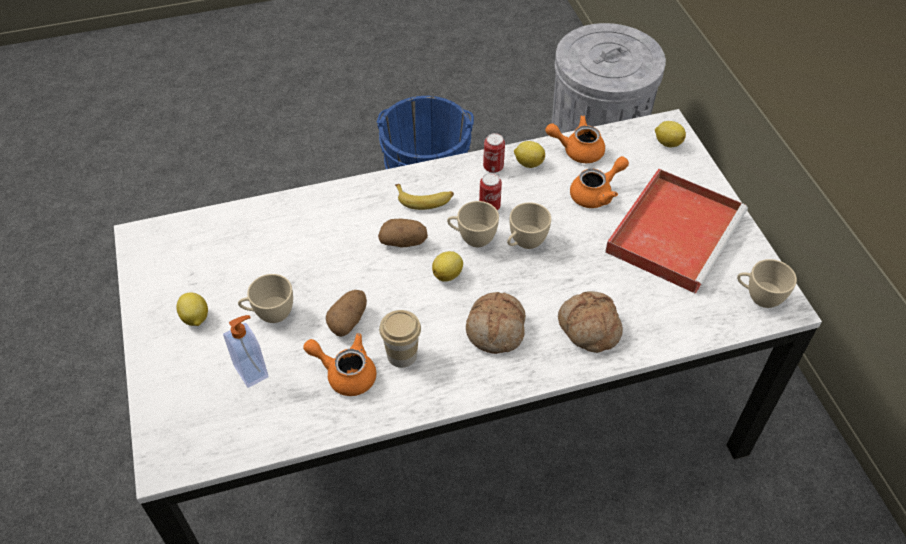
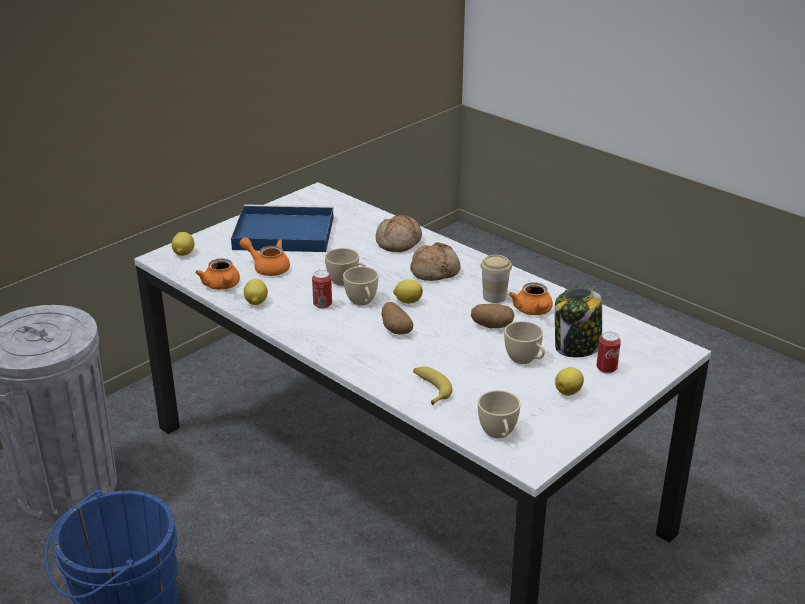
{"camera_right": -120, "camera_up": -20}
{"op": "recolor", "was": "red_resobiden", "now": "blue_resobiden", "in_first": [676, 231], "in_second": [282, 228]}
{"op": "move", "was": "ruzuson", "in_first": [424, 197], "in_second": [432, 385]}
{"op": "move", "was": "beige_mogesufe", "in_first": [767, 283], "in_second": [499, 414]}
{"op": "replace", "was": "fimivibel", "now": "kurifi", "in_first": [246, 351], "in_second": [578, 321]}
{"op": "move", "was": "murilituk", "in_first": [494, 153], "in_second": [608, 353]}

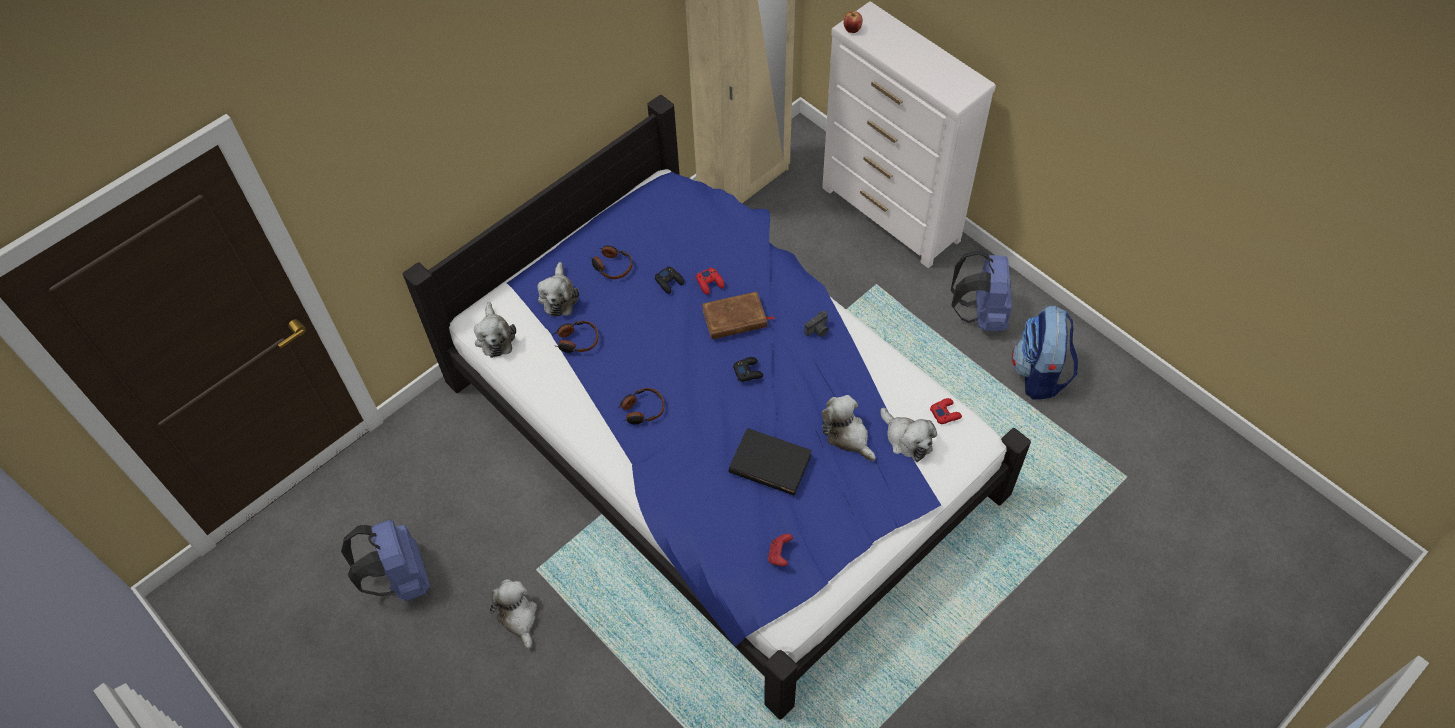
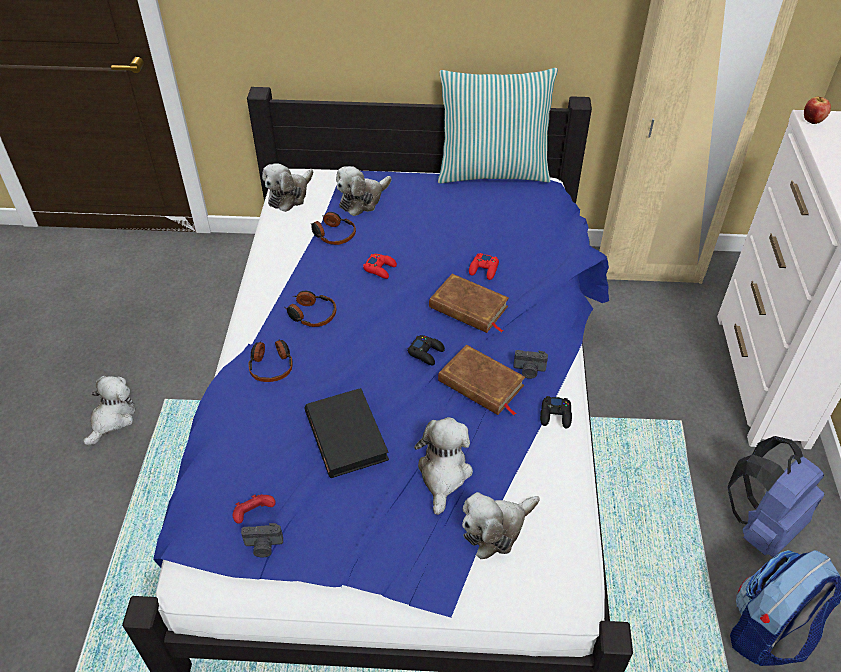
{"camera_right": 45, "camera_up": -10}
{"op": "insert", "now": "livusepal", "in_second": [262, 540]}
{"op": "move", "was": "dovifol", "in_first": [611, 262], "in_second": [271, 361]}
{"op": "move", "was": "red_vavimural", "in_first": [946, 411], "in_second": [380, 266]}
{"op": "insert", "now": "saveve", "in_second": [498, 126]}
{"op": "insert", "now": "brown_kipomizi", "in_second": [481, 380]}
{"op": "rotate", "was": "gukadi", "in_first": [908, 435], "in_second": [501, 525], "clockwise": 45}
{"op": "move", "was": "black_vavimural", "in_first": [669, 280], "in_second": [556, 412]}
{"op": "delete", "was": "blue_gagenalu", "in_first": [385, 561]}

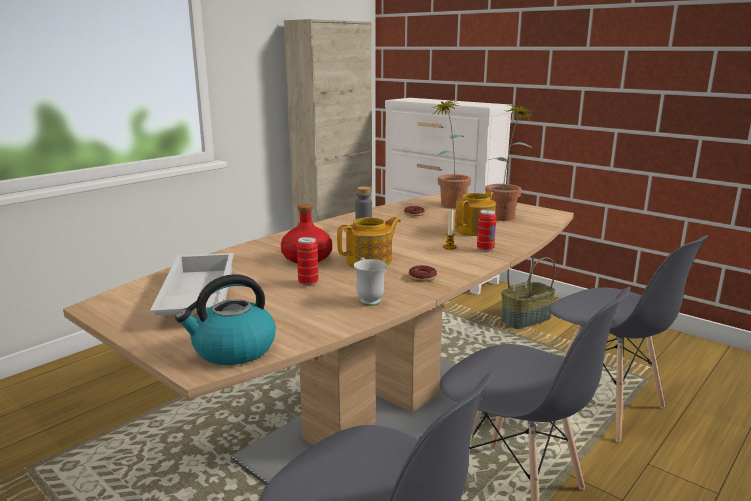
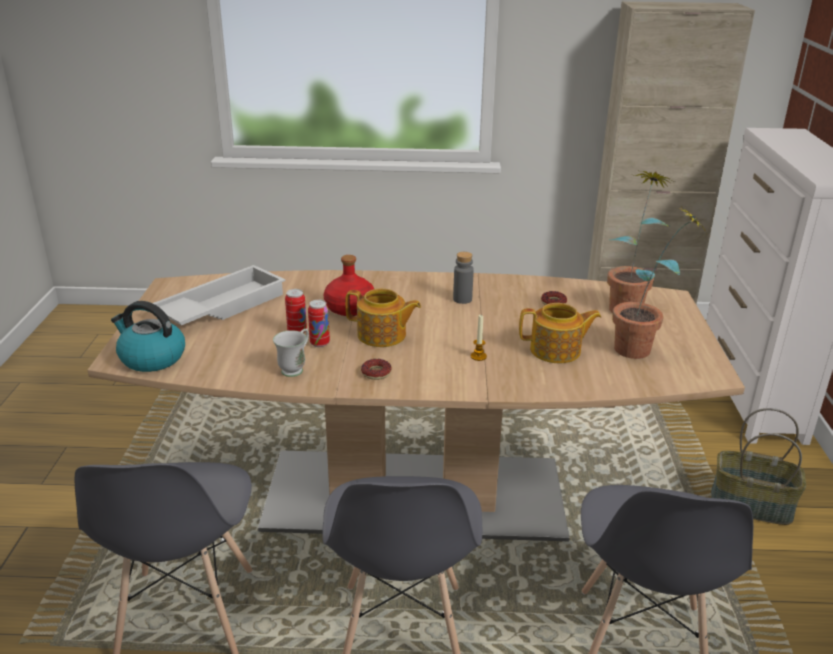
{"camera_right": 50, "camera_up": 10}
{"op": "move", "was": "murilituk", "in_first": [486, 231], "in_second": [319, 323]}

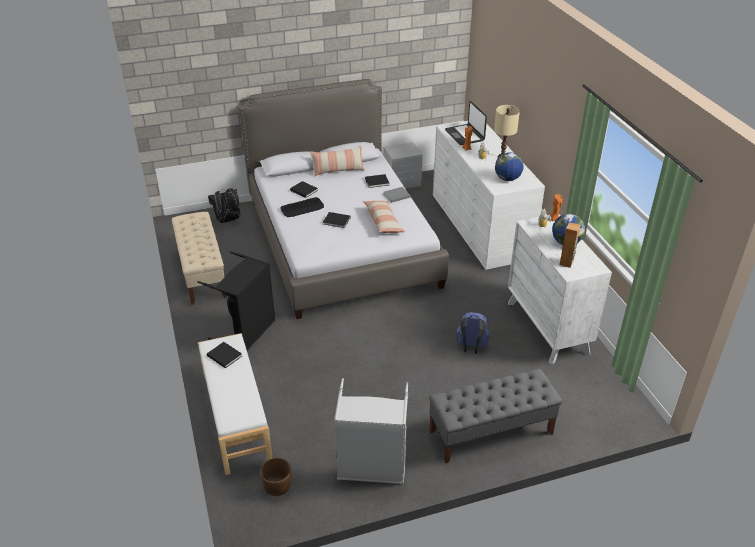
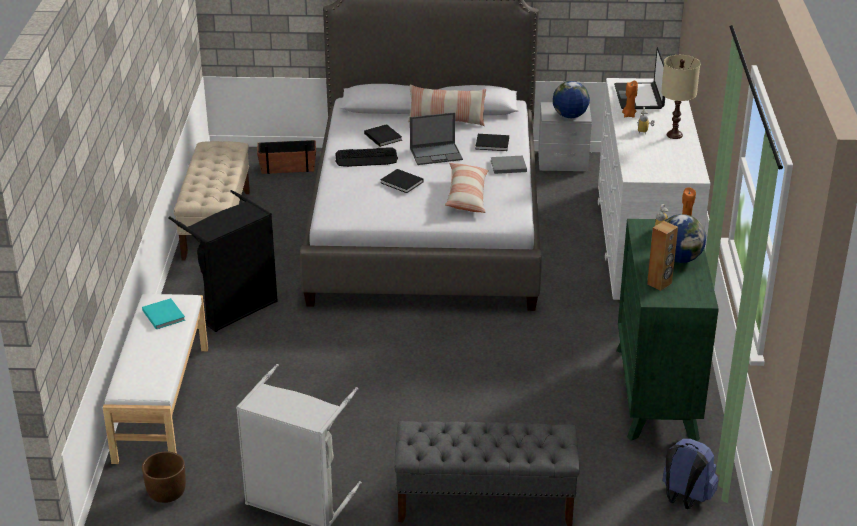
{"camera_right": 20, "camera_up": -5}
{"op": "recolor", "was": "black_kipomizi", "now": "turquoise_kipomizi", "in_first": [224, 355], "in_second": [163, 313]}
{"op": "replace", "was": "black_gagenalu", "now": "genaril", "in_first": [224, 205], "in_second": [286, 157]}
{"op": "insert", "now": "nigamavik", "in_second": [436, 138]}
{"op": "move", "was": "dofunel", "in_first": [509, 166], "in_second": [571, 99]}
{"op": "recolor", "was": "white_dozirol", "now": "green_dozirol", "in_first": [560, 289], "in_second": [667, 330]}
{"op": "move", "was": "blue_gagenalu", "in_first": [473, 333], "in_second": [690, 473]}

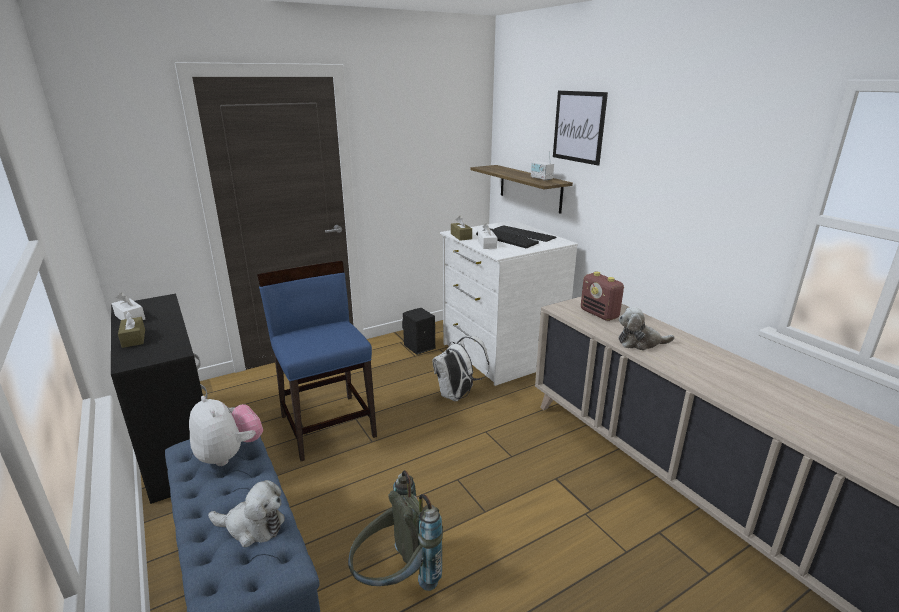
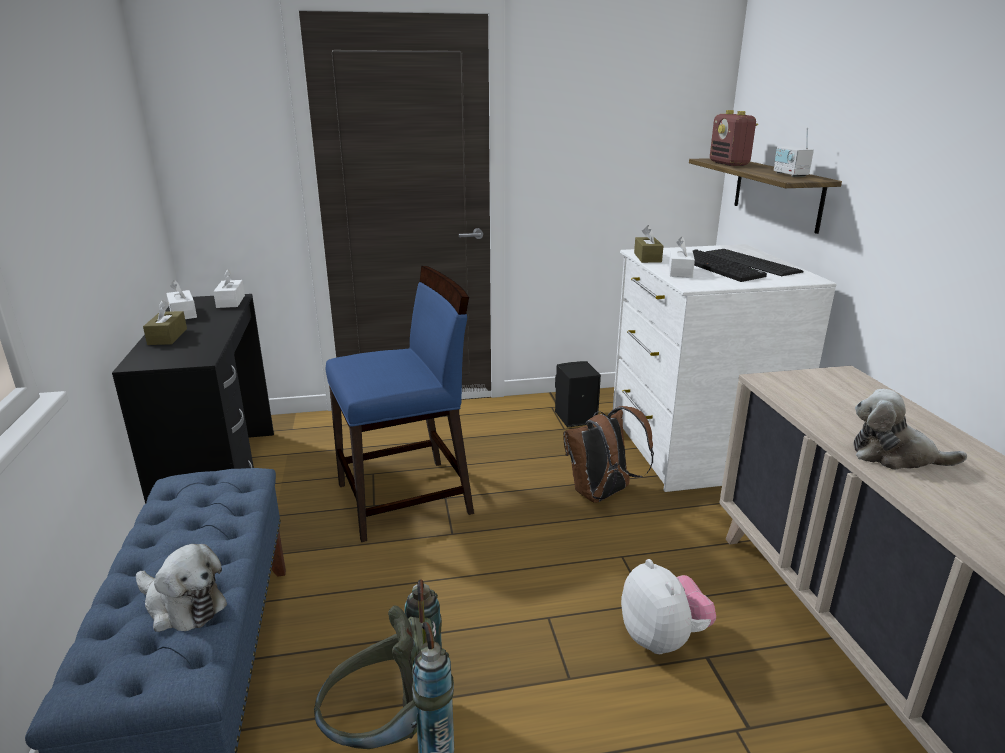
{"camera_right": 20, "camera_up": 0}
{"op": "insert", "now": "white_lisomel", "in_second": [229, 288]}
{"op": "rotate", "was": "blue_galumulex", "in_first": [317, 361], "in_second": [400, 404], "clockwise": 75}
{"op": "recolor", "was": "white_gagenalu", "now": "brown_gagenalu", "in_first": [460, 368], "in_second": [608, 454]}
{"op": "move", "was": "gukadi", "in_first": [226, 431], "in_second": [668, 606]}
{"op": "move", "was": "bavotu", "in_first": [602, 296], "in_second": [734, 138]}
{"op": "delete", "was": "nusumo", "in_first": [580, 128]}

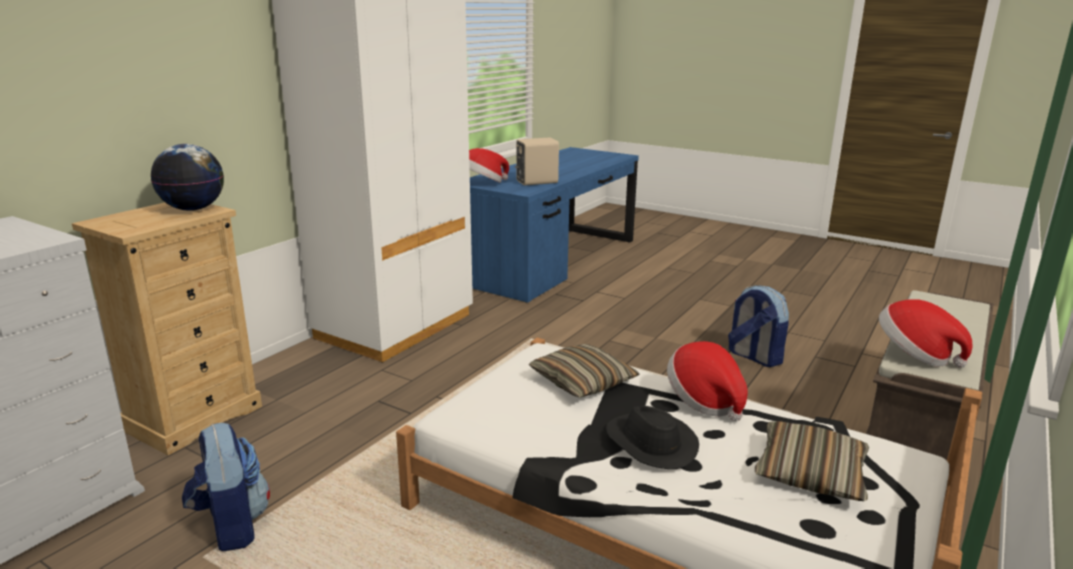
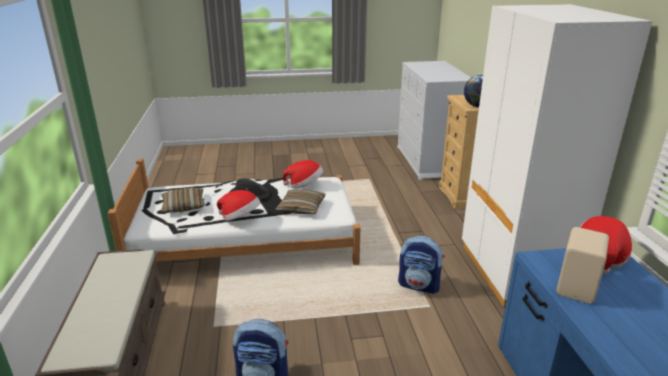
{"camera_right": 140, "camera_up": 5}
{"op": "move", "was": "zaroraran", "in_first": [925, 333], "in_second": [302, 174]}
{"op": "move", "was": "gagenalu", "in_first": [226, 487], "in_second": [421, 265]}

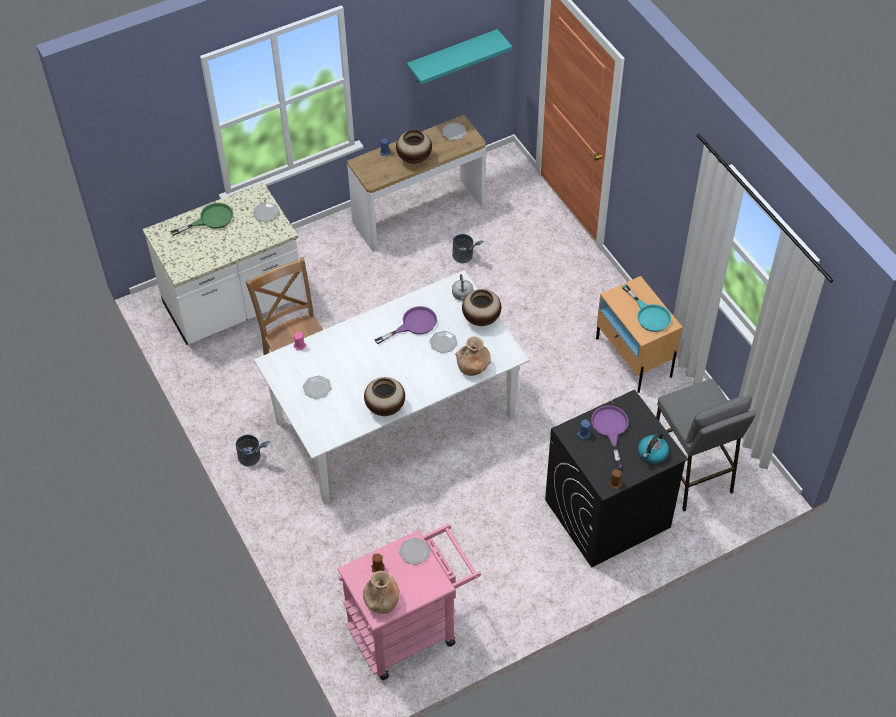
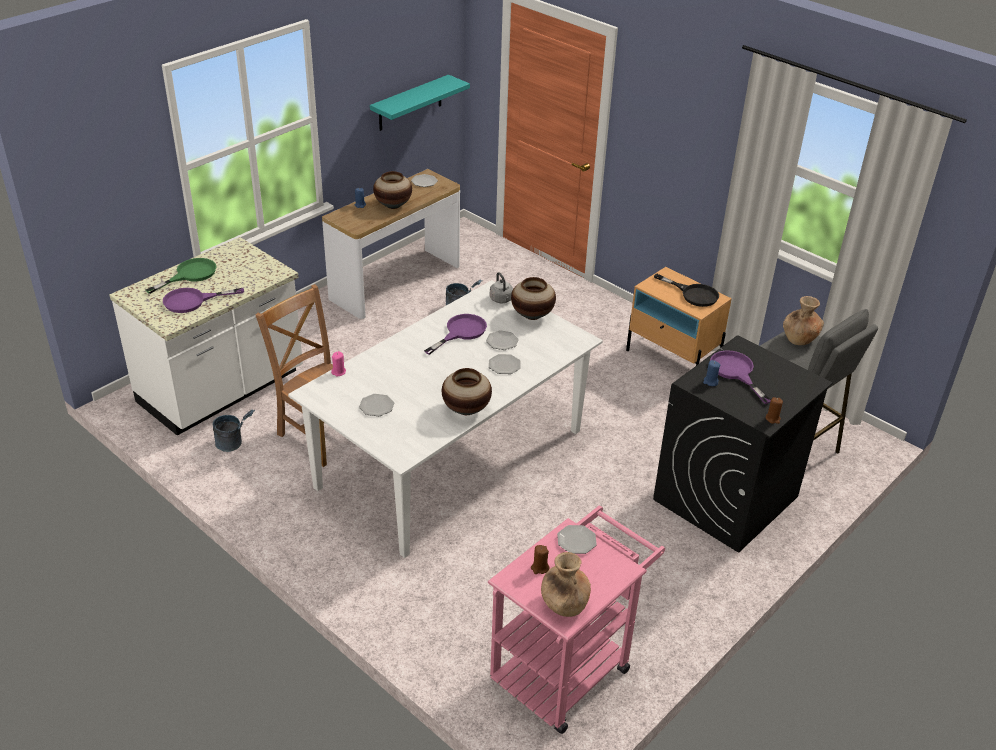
{"camera_right": -20, "camera_up": -15}
{"op": "insert", "now": "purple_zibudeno", "in_second": [203, 300]}
{"op": "move", "was": "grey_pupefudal", "in_first": [253, 451], "in_second": [233, 431]}
{"op": "move", "was": "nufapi", "in_first": [266, 212], "in_second": [505, 364]}
{"op": "recolor", "was": "turquoise_zibudeno", "now": "black_zibudeno", "in_first": [646, 308], "in_second": [686, 290]}
{"op": "move", "was": "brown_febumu", "in_first": [473, 356], "in_second": [803, 320]}
{"op": "delete", "was": "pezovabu", "in_first": [653, 447]}

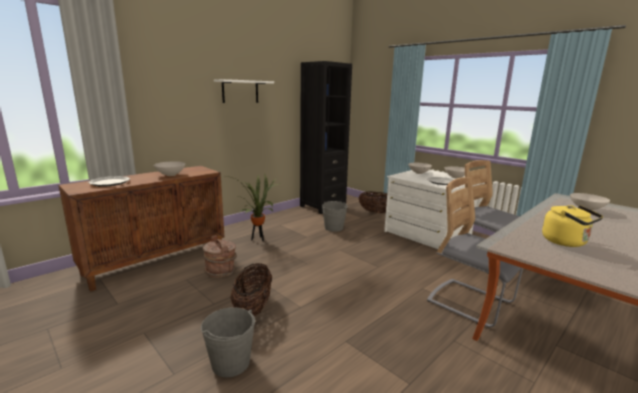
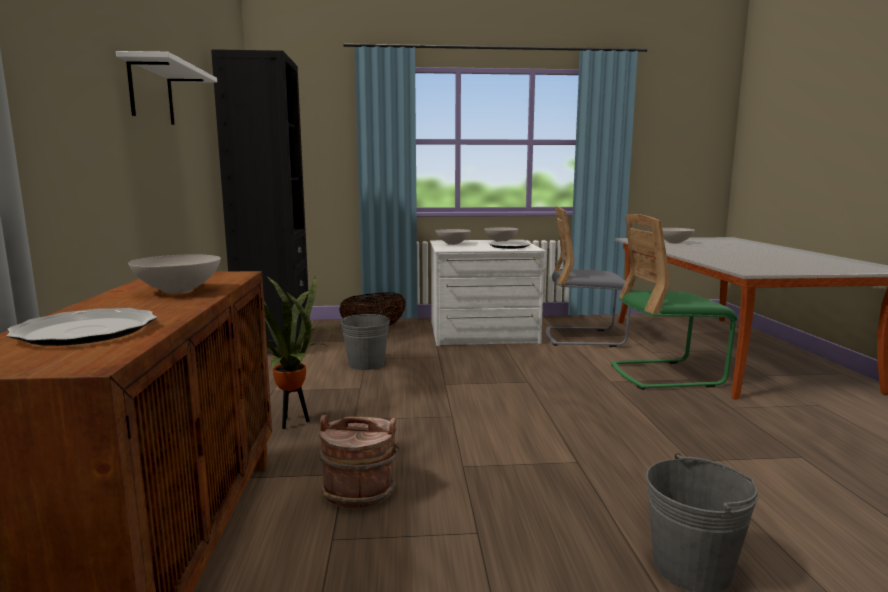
{"camera_right": -50, "camera_up": -5}
{"op": "recolor", "was": "grey_galumulex", "now": "green_galumulex", "in_first": [475, 252], "in_second": [674, 302]}
{"op": "delete", "was": "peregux", "in_first": [251, 290]}
{"op": "delete", "was": "yellow_pezovabu", "in_first": [572, 226]}

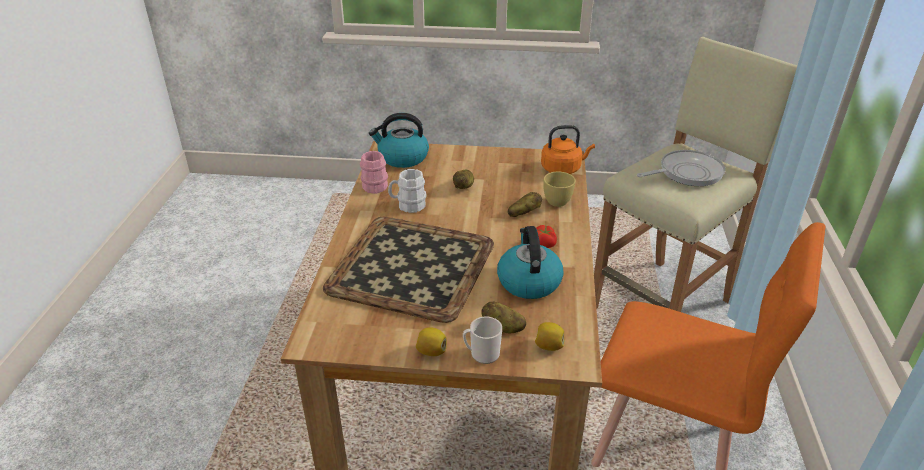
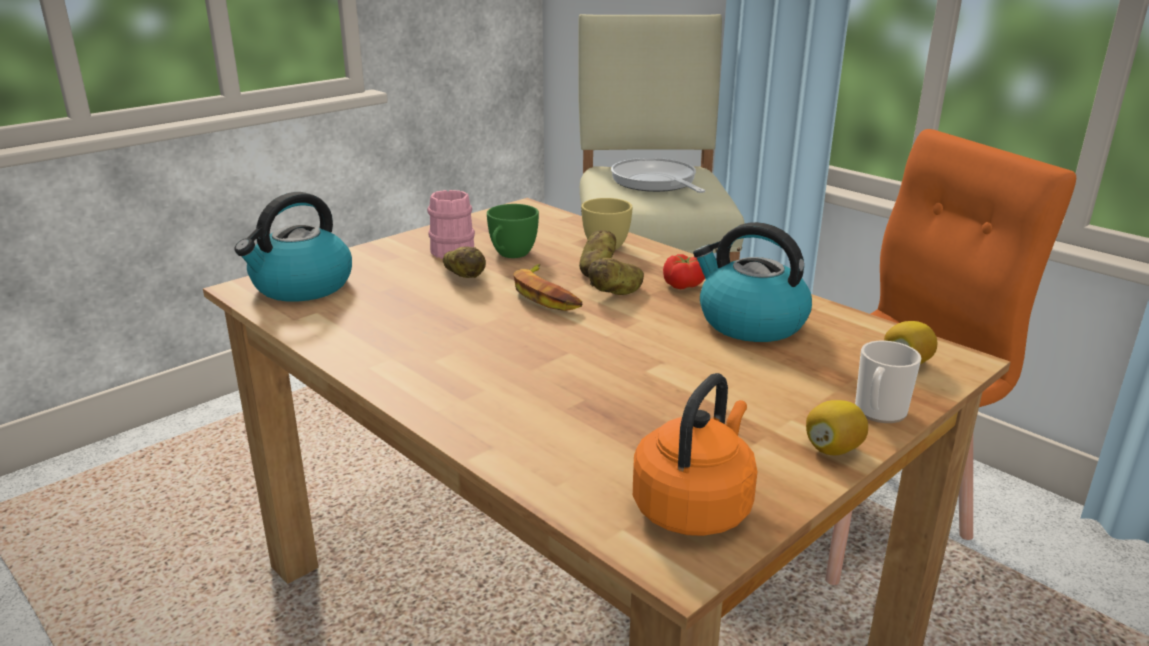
{"camera_right": -50, "camera_up": -10}
{"op": "move", "was": "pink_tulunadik", "in_first": [374, 172], "in_second": [451, 224]}
{"op": "insert", "now": "green_mogesufe", "in_second": [513, 231]}
{"op": "insert", "now": "ruzuson", "in_second": [547, 287]}
{"op": "move", "was": "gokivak", "in_first": [503, 317], "in_second": [616, 276]}
{"op": "rotate", "was": "zibudeno", "in_first": [681, 168], "in_second": [658, 175], "clockwise": -45}
{"op": "move", "was": "orange_pezovabu", "in_first": [568, 149], "in_second": [695, 454]}
{"op": "delete", "was": "resobiden", "in_first": [408, 269]}
{"op": "delete", "was": "white_tulunadik", "in_first": [407, 191]}

